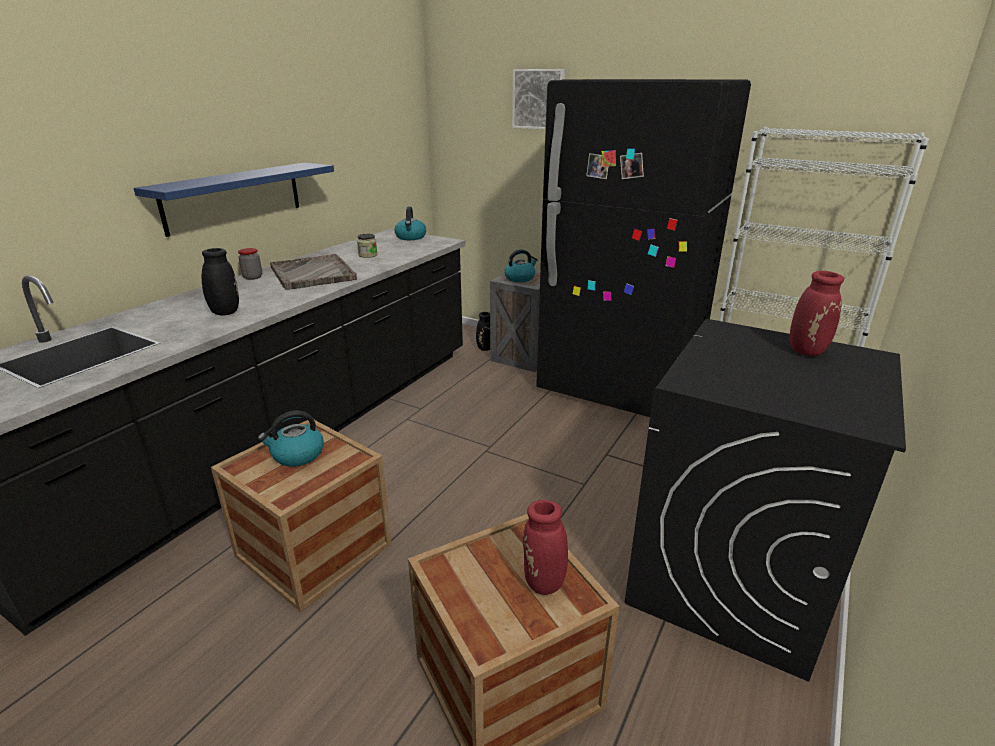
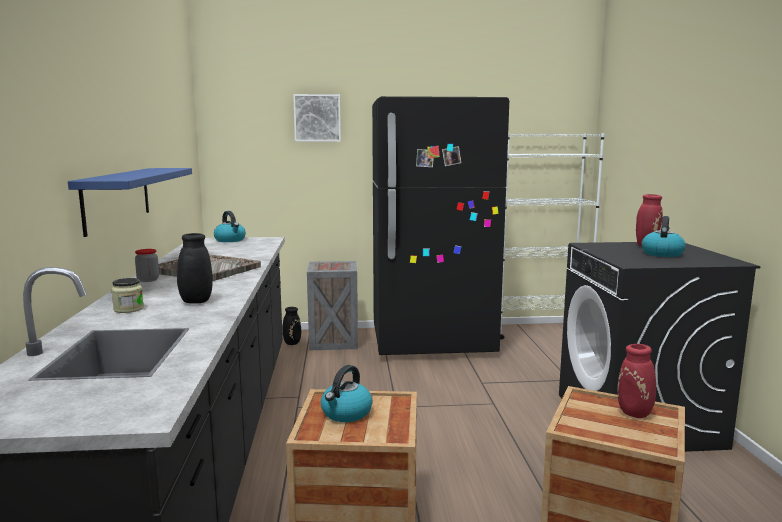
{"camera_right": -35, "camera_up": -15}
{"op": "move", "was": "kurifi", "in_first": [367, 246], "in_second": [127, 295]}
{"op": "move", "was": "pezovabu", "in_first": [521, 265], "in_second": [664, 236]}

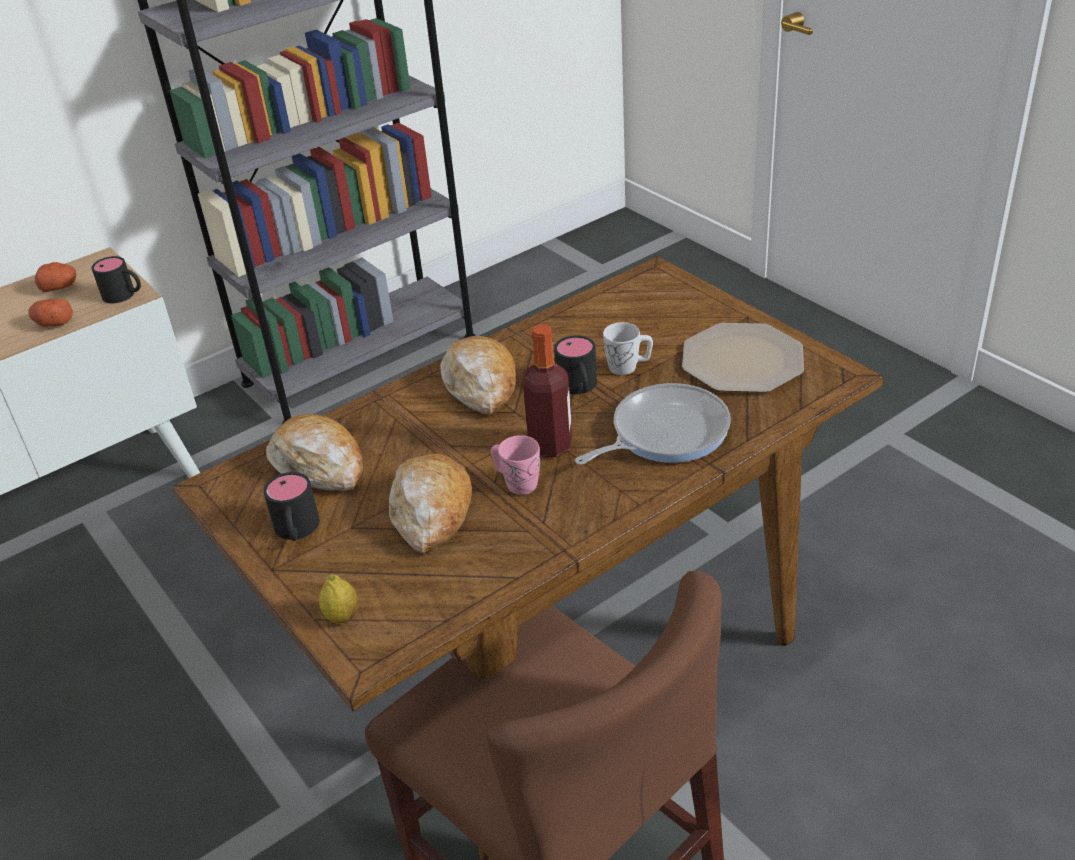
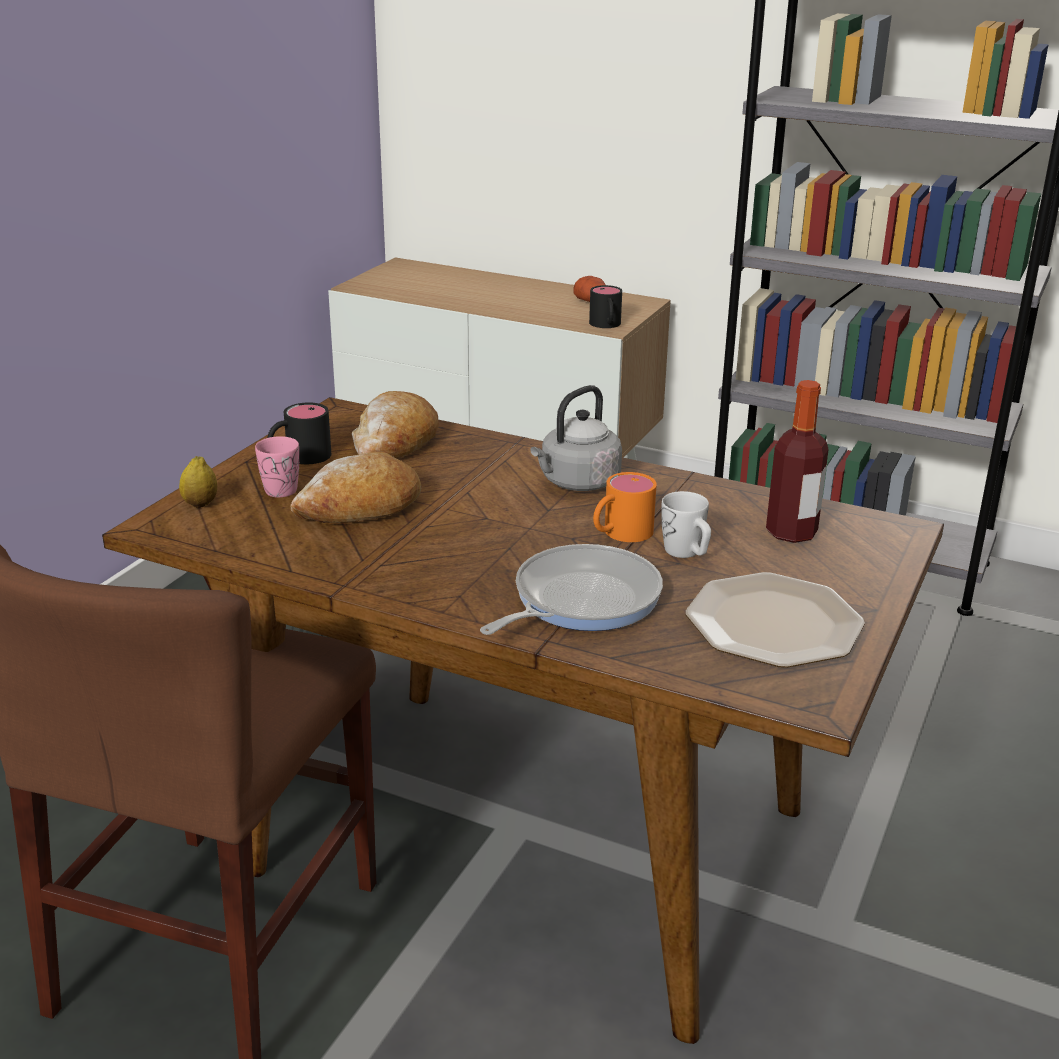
{"camera_right": 60, "camera_up": -10}
{"op": "move", "was": "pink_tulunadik", "in_first": [515, 465], "in_second": [277, 467]}
{"op": "rotate", "was": "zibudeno", "in_first": [653, 424], "in_second": [571, 589], "clockwise": -75}
{"op": "replace", "was": "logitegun", "now": "grey_pezovabu", "in_first": [478, 375], "in_second": [576, 438]}
{"op": "recolor", "was": "black_tulunadik", "now": "orange_tulunadik", "in_first": [575, 364], "in_second": [625, 507]}
{"op": "move", "was": "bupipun", "in_first": [547, 390], "in_second": [797, 461]}
{"op": "delete", "was": "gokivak", "in_first": [50, 313]}

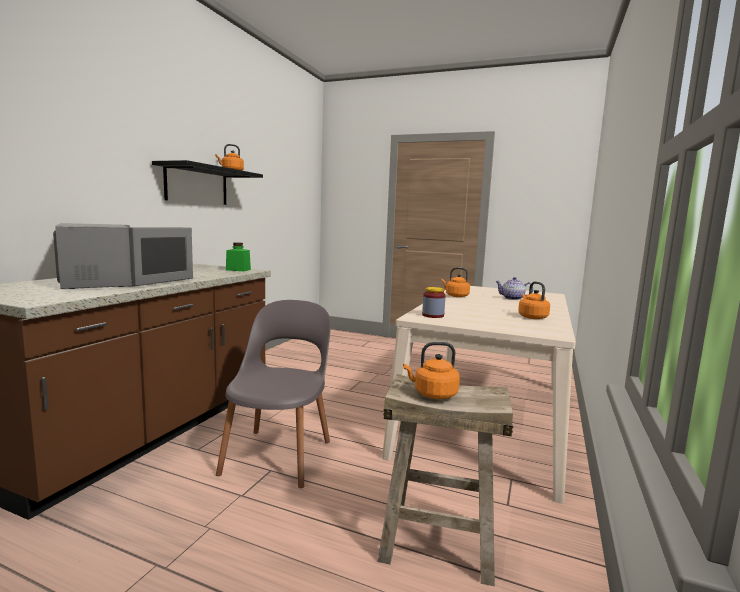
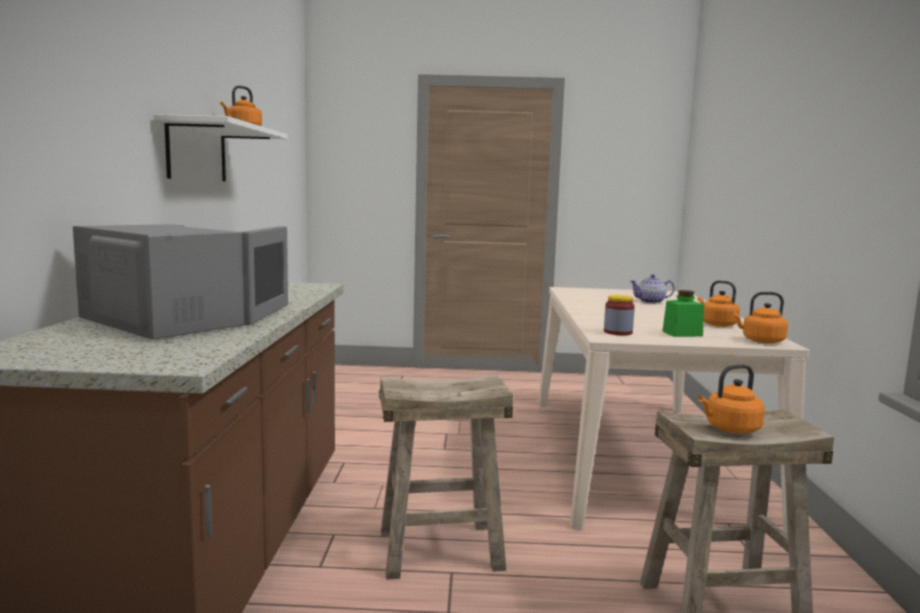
{"camera_right": -20, "camera_up": 0}
{"op": "recolor", "was": "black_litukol", "now": "white_litukol", "in_first": [207, 182], "in_second": [220, 147]}
{"op": "replace", "was": "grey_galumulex", "now": "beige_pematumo", "in_first": [273, 394], "in_second": [446, 477]}
{"op": "move", "was": "green_kurifi", "in_first": [238, 257], "in_second": [683, 313]}
{"op": "move", "was": "orange_pezovabu", "in_first": [455, 282], "in_second": [760, 318]}

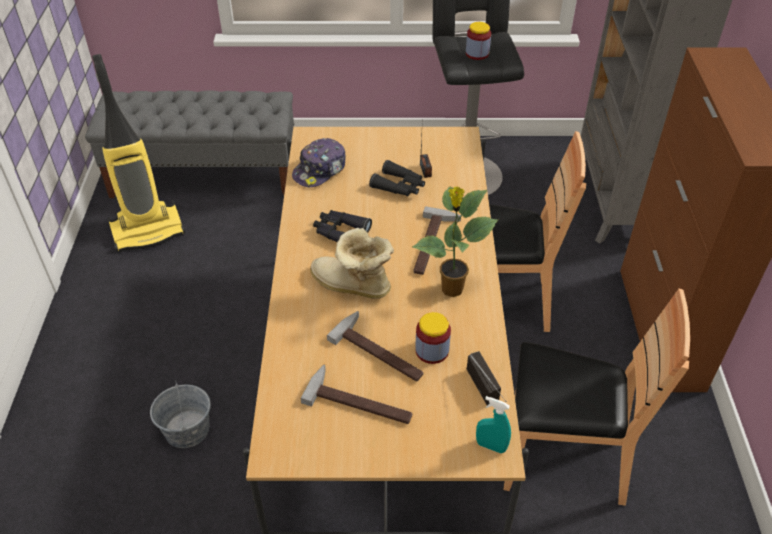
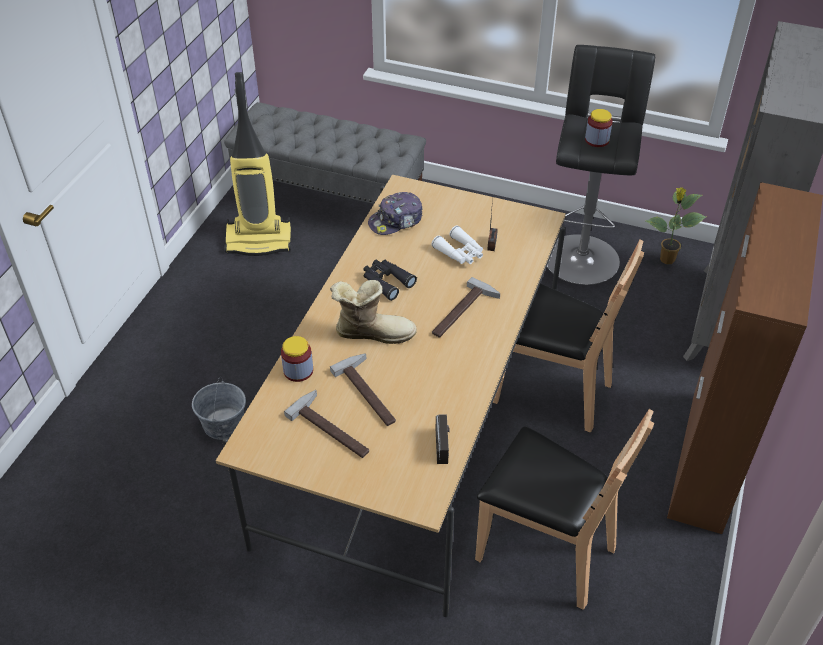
{"camera_right": 20, "camera_up": 0}
{"op": "move", "was": "kurifi", "in_first": [433, 338], "in_second": [297, 359]}
{"op": "rotate", "was": "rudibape", "in_first": [352, 263], "in_second": [373, 312], "clockwise": 135}
{"op": "recolor", "was": "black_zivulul", "now": "white_zivulul", "in_first": [397, 178], "in_second": [457, 245]}
{"op": "move", "was": "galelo", "in_first": [455, 241], "in_second": [676, 225]}
{"op": "delete", "was": "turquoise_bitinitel", "in_first": [493, 424]}

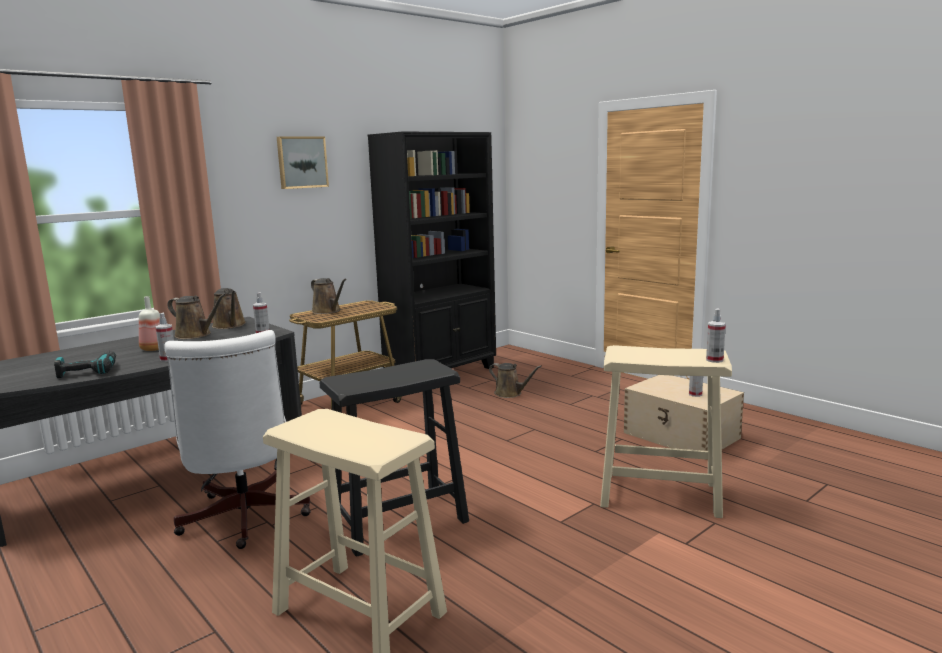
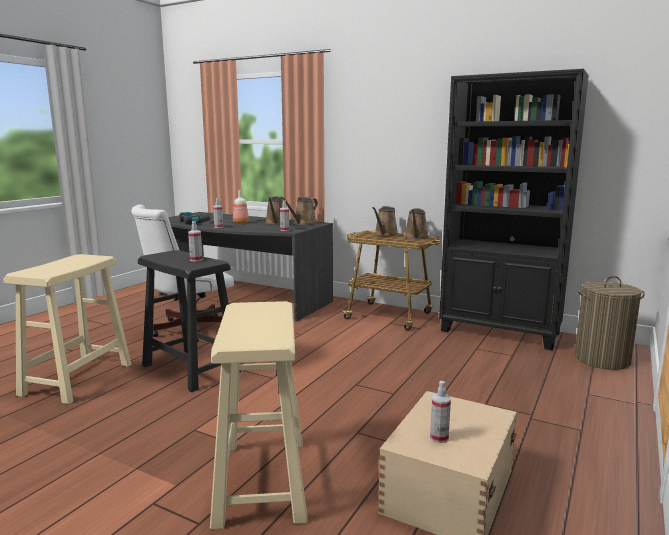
{"camera_right": 70, "camera_up": 0}
{"op": "move", "was": "bitinitel", "in_first": [716, 336], "in_second": [195, 241]}
{"op": "move", "was": "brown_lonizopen", "in_first": [515, 380], "in_second": [416, 223]}
{"op": "insert", "now": "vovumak", "in_second": [610, 323]}
{"op": "delete", "was": "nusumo", "in_first": [303, 163]}

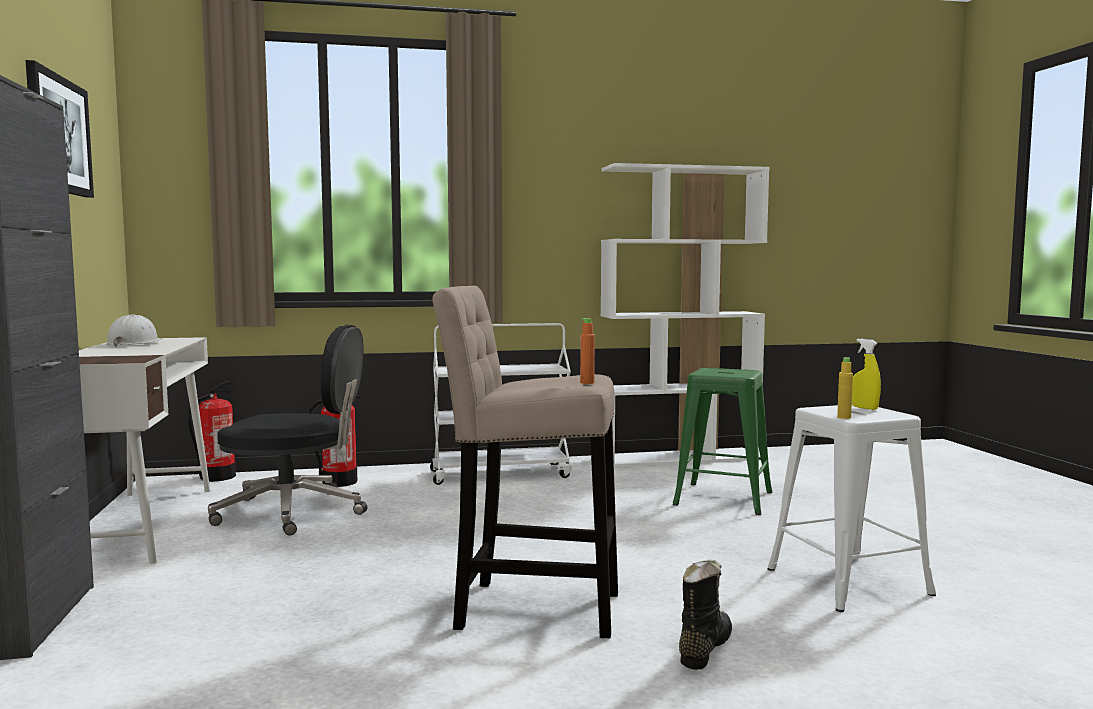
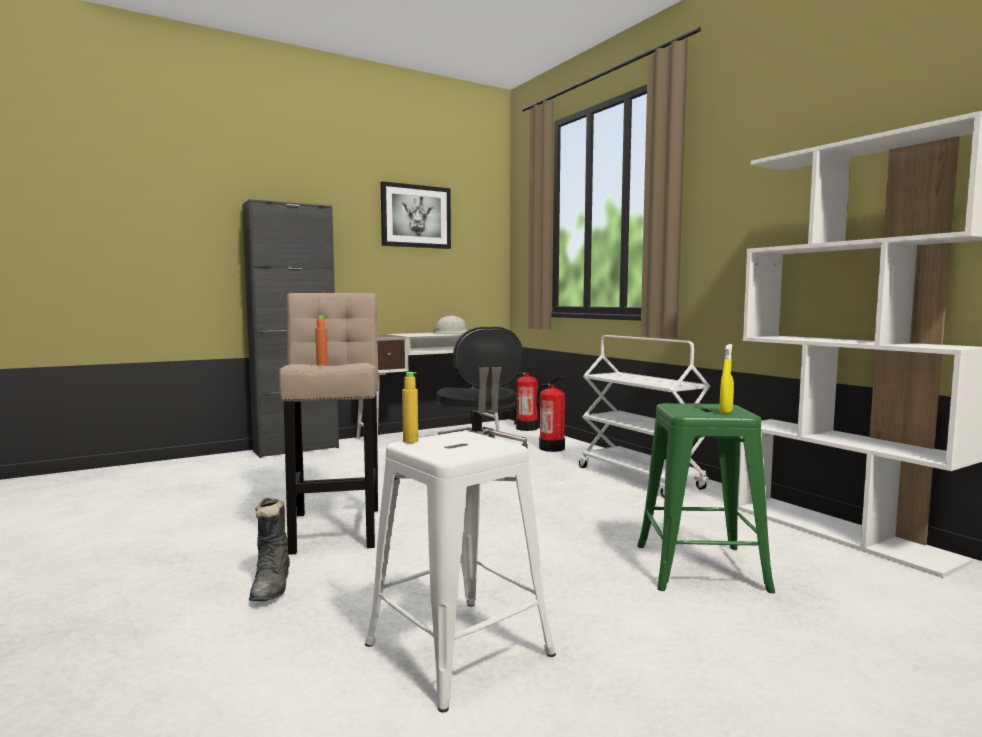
{"camera_right": 70, "camera_up": 0}
{"op": "rotate", "was": "black_rudibape", "in_first": [705, 614], "in_second": [269, 549], "clockwise": 75}
{"op": "move", "was": "yellow_bitinitel", "in_first": [866, 374], "in_second": [726, 379]}

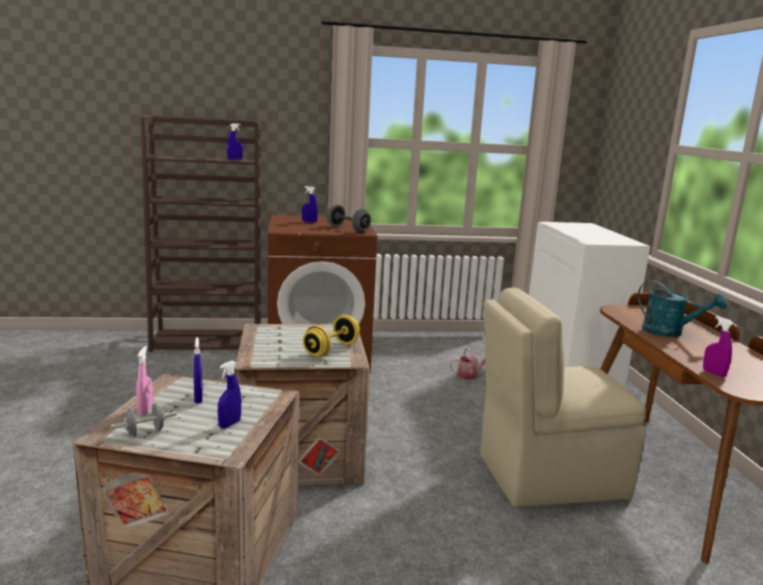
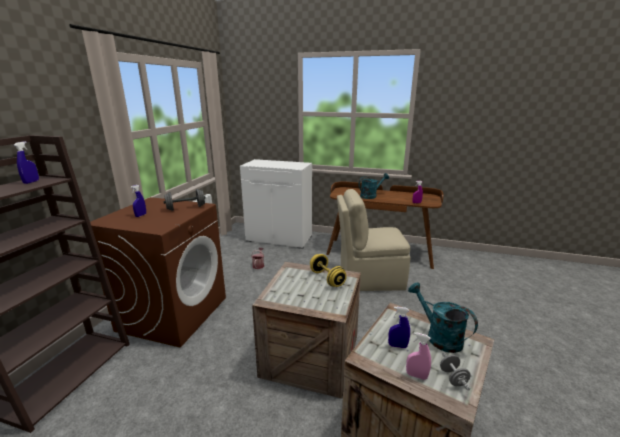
{"camera_right": -65, "camera_up": 5}
{"op": "rotate", "was": "beige_galumulex", "in_first": [563, 397], "in_second": [374, 240], "clockwise": 75}
{"op": "replace", "was": "blue_bitinitel", "now": "turquoise_lonizopen", "in_first": [229, 394], "in_second": [443, 317]}

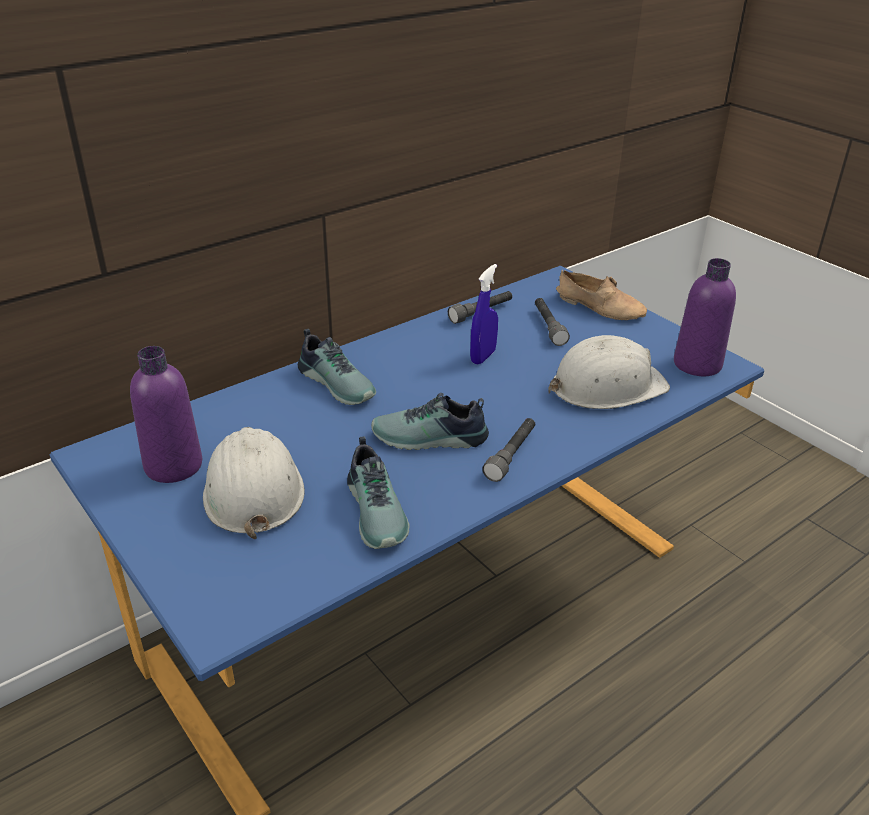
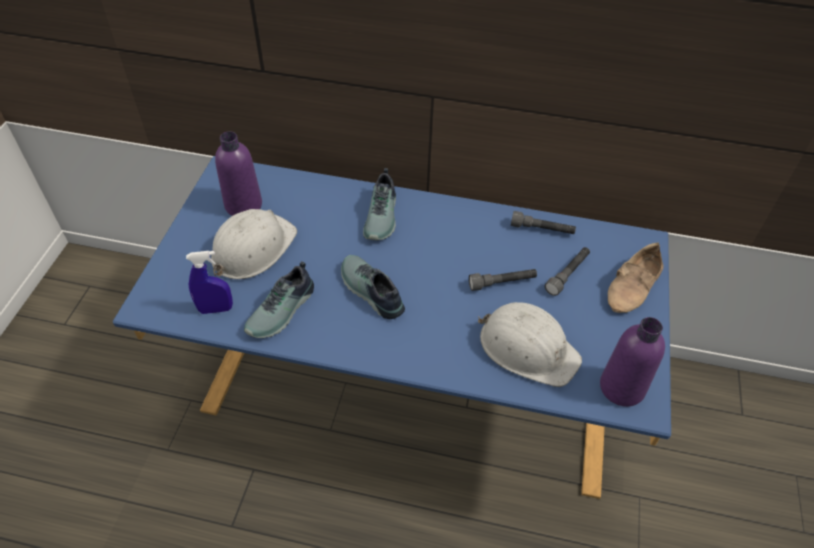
{"camera_right": 50, "camera_up": 15}
{"op": "move", "was": "blue_bitinitel", "in_first": [484, 314], "in_second": [209, 282]}
{"op": "move", "was": "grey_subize", "in_first": [508, 450], "in_second": [503, 280]}
{"op": "rotate", "was": "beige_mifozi", "in_first": [601, 295], "in_second": [636, 277], "clockwise": 45}

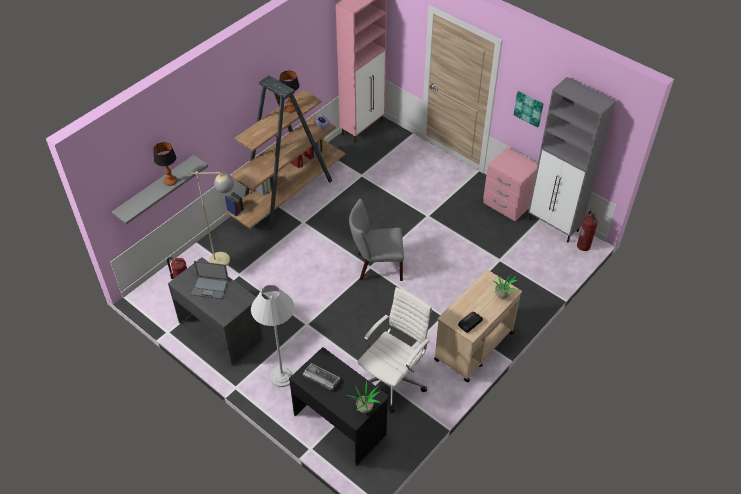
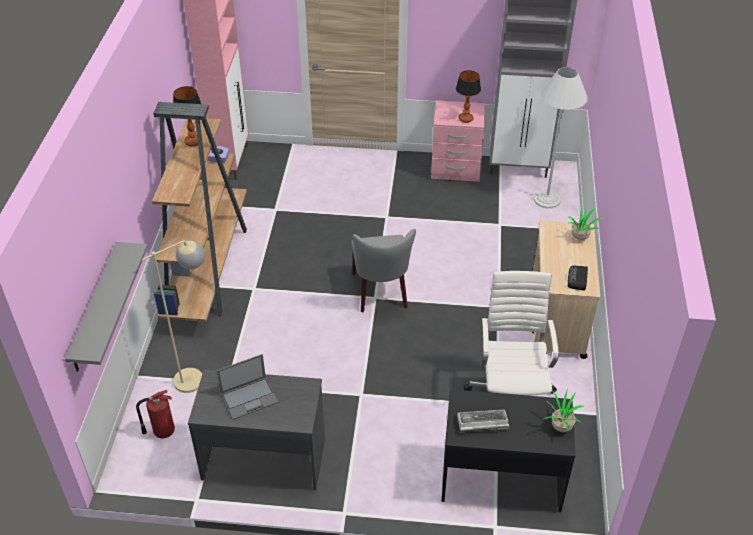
{"camera_right": -35, "camera_up": -5}
{"op": "rotate", "was": "grey_galumulex", "in_first": [376, 240], "in_second": [383, 271], "clockwise": -60}
{"op": "move", "was": "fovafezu", "in_first": [165, 164], "in_second": [468, 96]}
{"op": "move", "was": "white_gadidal", "in_first": [273, 336], "in_second": [561, 138]}
{"op": "delete", "was": "nusumo", "in_first": [528, 109]}
{"op": "delete", "was": "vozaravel", "in_first": [587, 231]}

